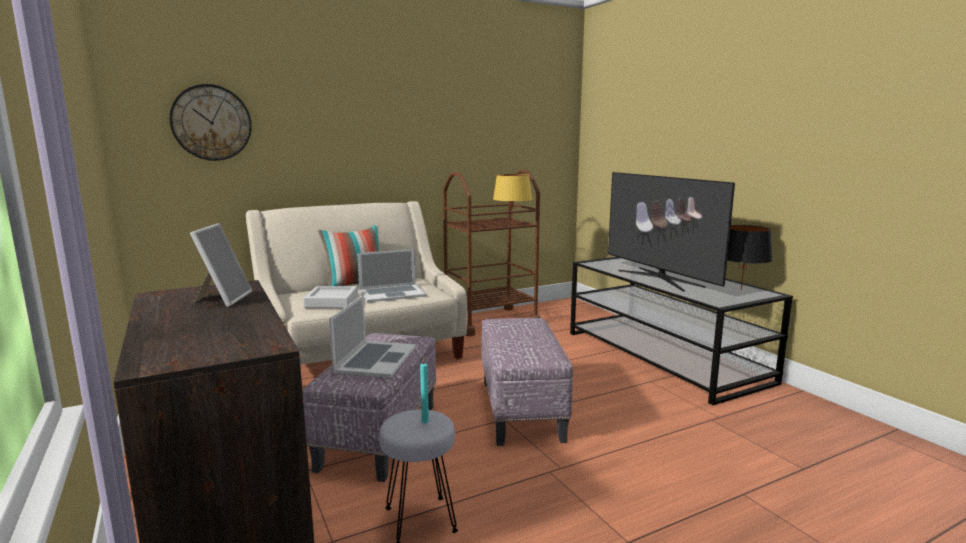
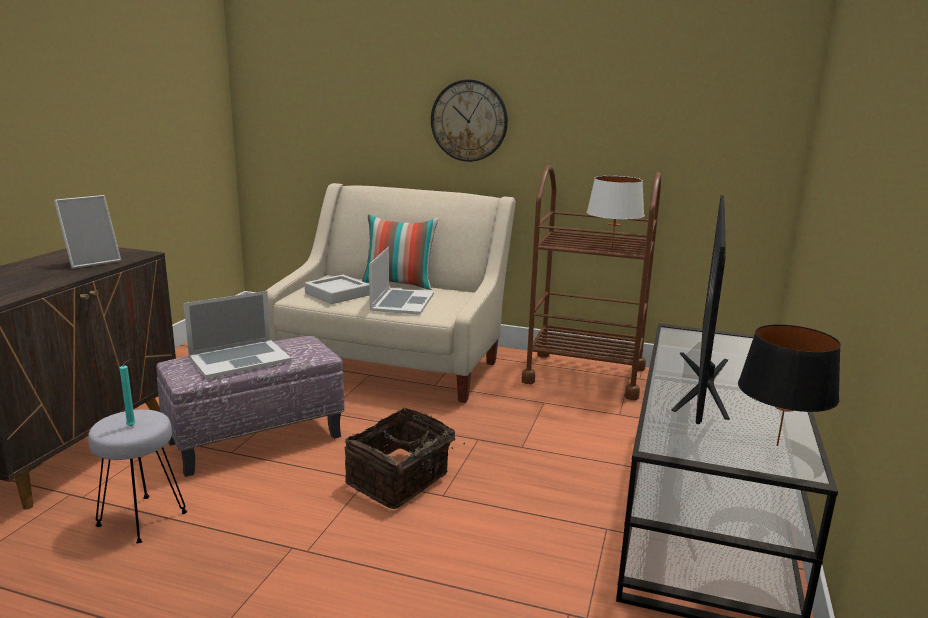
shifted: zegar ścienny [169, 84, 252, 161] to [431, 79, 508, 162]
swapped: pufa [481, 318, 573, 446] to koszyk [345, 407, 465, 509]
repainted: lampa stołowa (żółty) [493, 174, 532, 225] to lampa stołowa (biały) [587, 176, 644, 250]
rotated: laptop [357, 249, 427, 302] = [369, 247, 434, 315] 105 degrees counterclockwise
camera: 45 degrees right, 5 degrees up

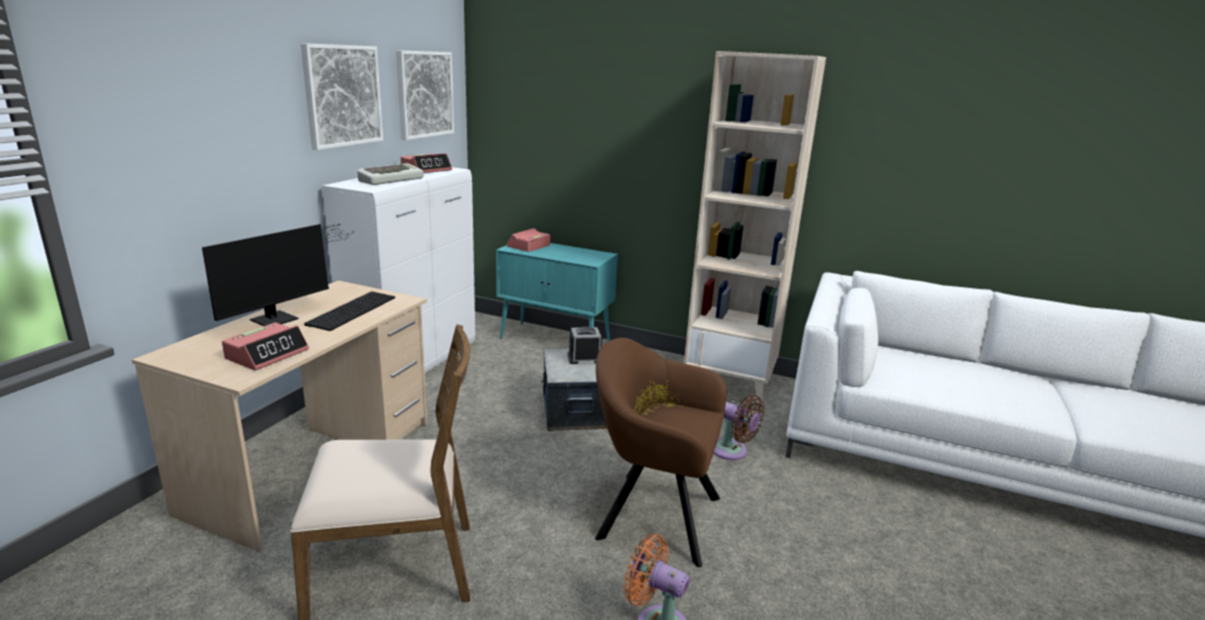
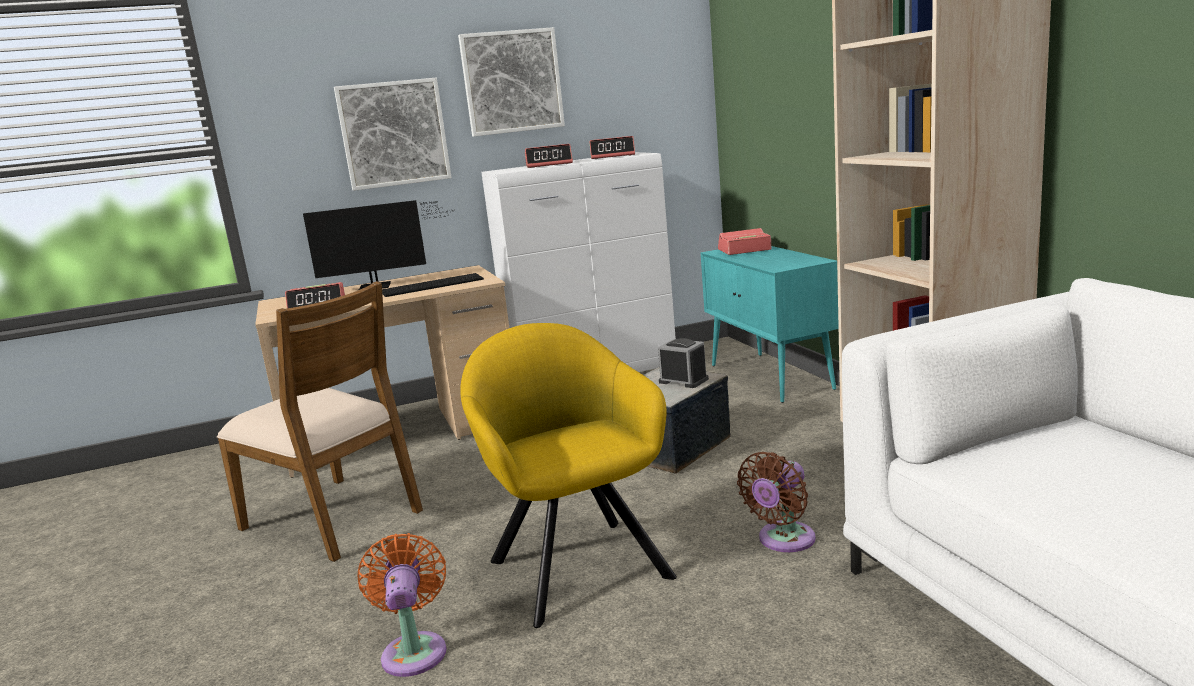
shifted: obraz [396, 50, 454, 140] to [334, 78, 452, 191]
swapped: klawiatura [357, 163, 424, 185] to budzik [525, 144, 573, 168]
repainted: fotel (brązowy) [595, 338, 727, 567] to fotel (żółty) [460, 323, 677, 628]
rotated: wentylator (brązowy) [714, 395, 764, 460] = [737, 452, 816, 552] 45 degrees clockwise
camera: 50 degrees right, 5 degrees down

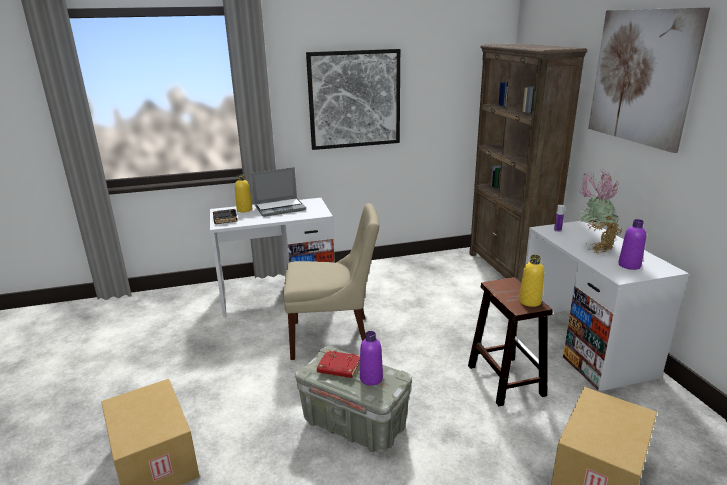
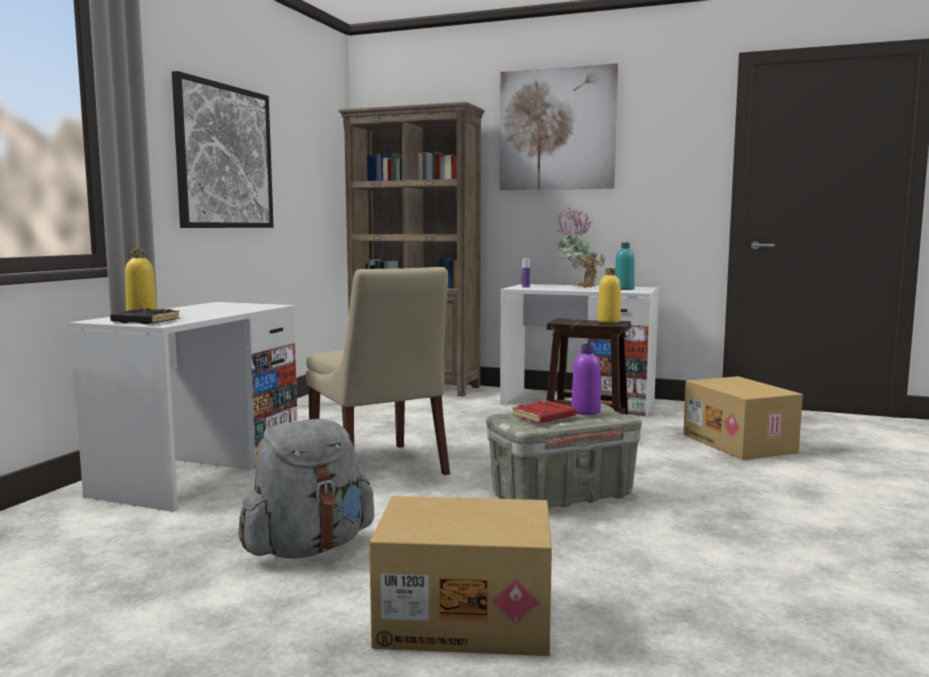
gone: laptop [251, 167, 306, 217]
new: plecak (szary) [238, 419, 374, 559]
repainted: butelka (fioletowy) [618, 219, 646, 270] to butelka (turkusowy) [615, 242, 635, 290]
rotated: krzesło (beżowy) [283, 203, 379, 360] = [306, 267, 450, 475] 120 degrees clockwise
camera: 55 degrees left, 15 degrees down

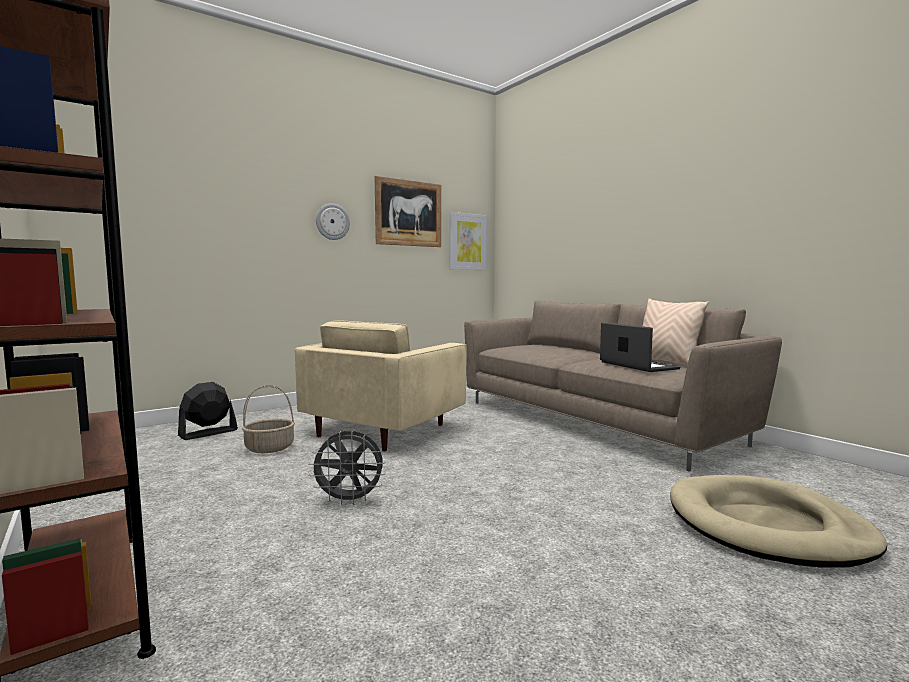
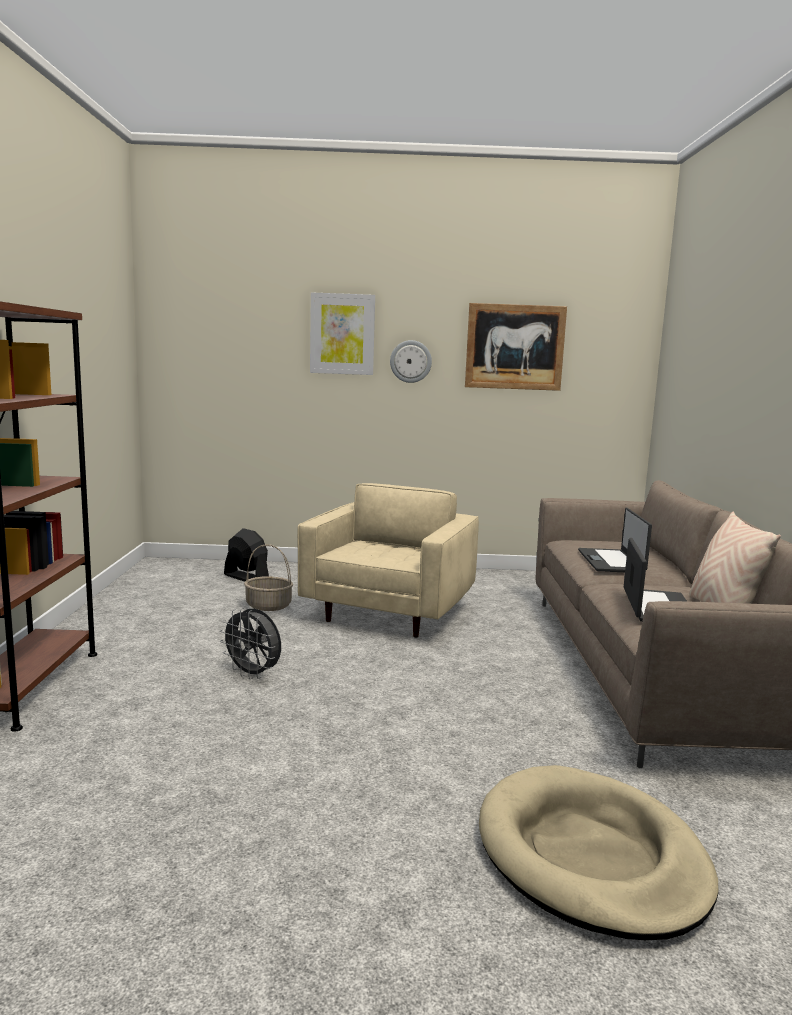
new: laptop [578, 508, 652, 572]
shifted: obraz [449, 212, 487, 270] to [310, 292, 375, 375]
rotated: wentylator (czarny) [178, 382, 238, 440] = [224, 528, 269, 582] 45 degrees clockwise; fotel (beżowy) [295, 320, 467, 452] = [297, 483, 479, 638] 135 degrees clockwise
camera: 35 degrees right, 5 degrees up

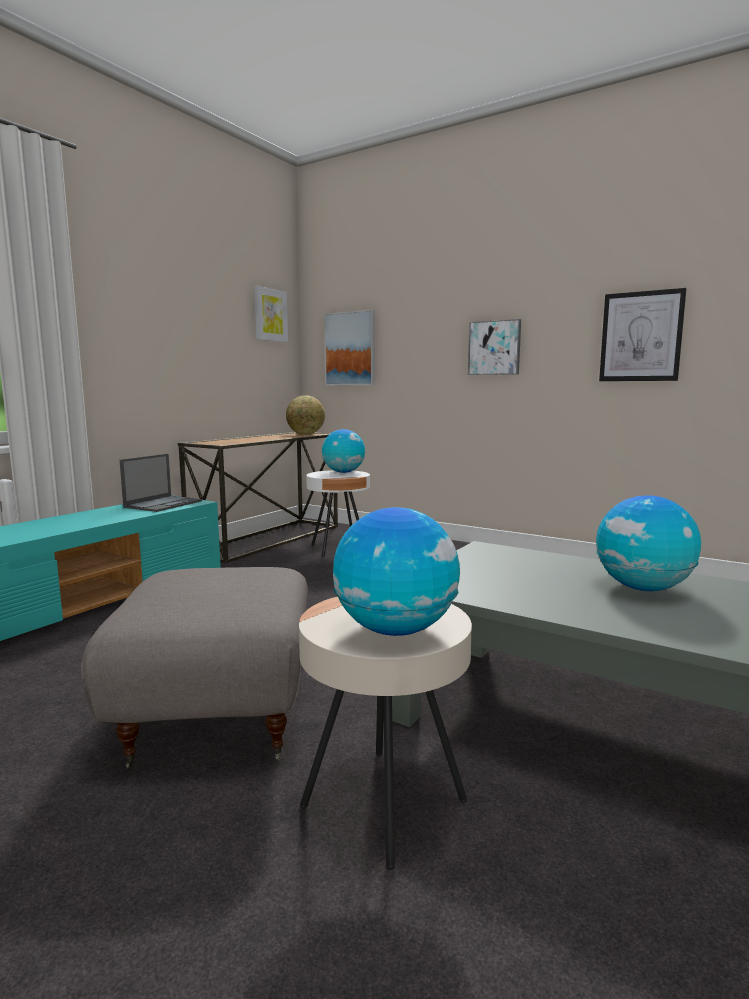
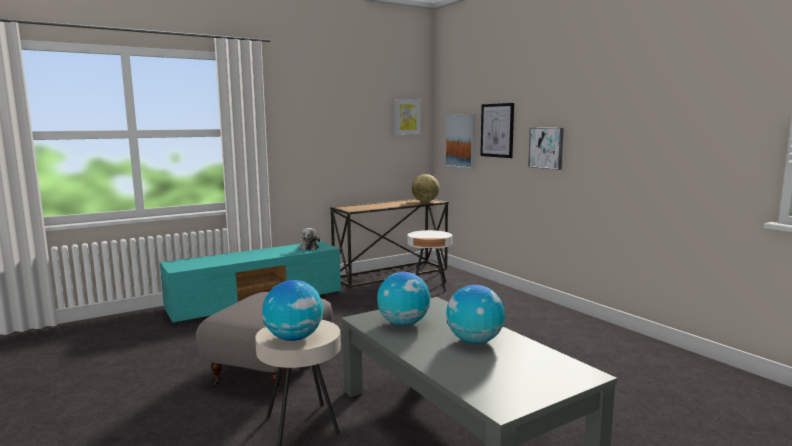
shifted: globus [322, 429, 365, 473] to [377, 272, 430, 326]; obraz [599, 288, 686, 381] to [480, 103, 514, 158]
swapped: laptop [120, 454, 202, 512] to pluszak [299, 228, 320, 250]
camera: 25 degrees right, 0 degrees up

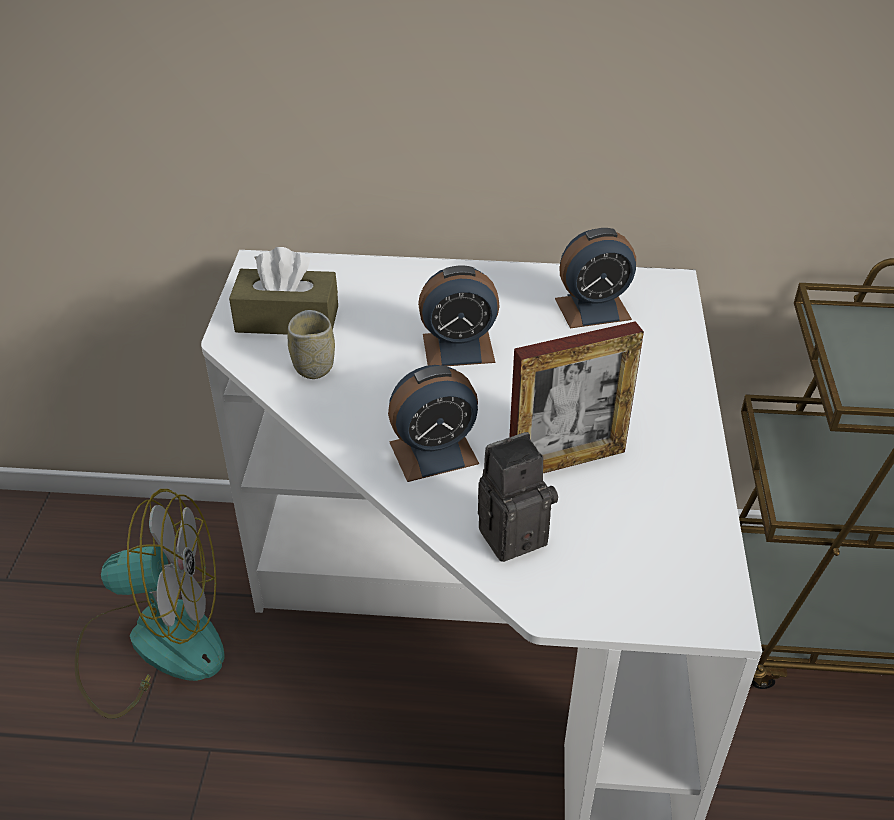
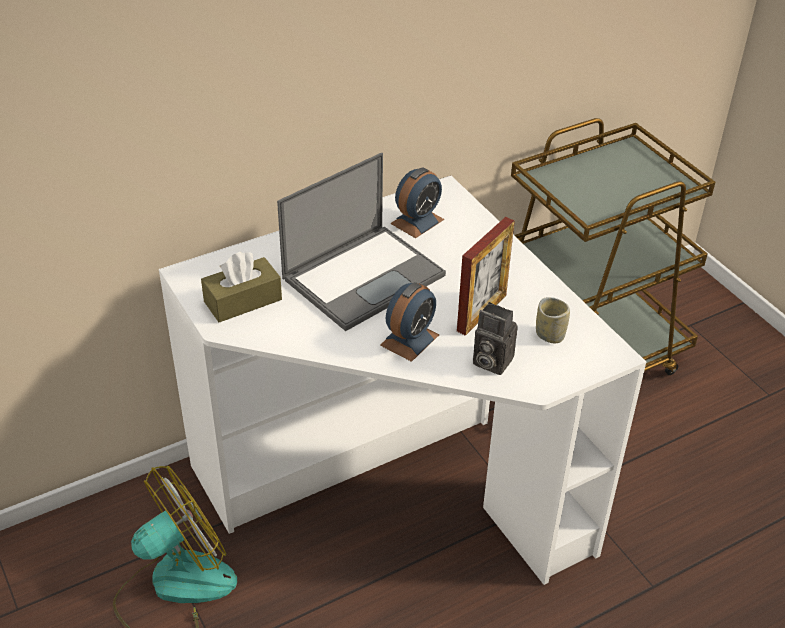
shifted: filiżanka [288, 310, 335, 379] to [536, 297, 570, 343]
swapped: budzik [418, 266, 500, 366] to laptop [277, 153, 446, 331]
rotated: aparat fotograficzny [478, 432, 558, 562] = [473, 302, 518, 375] 90 degrees counterclockwise
camera: 35 degrees left, 0 degrees up

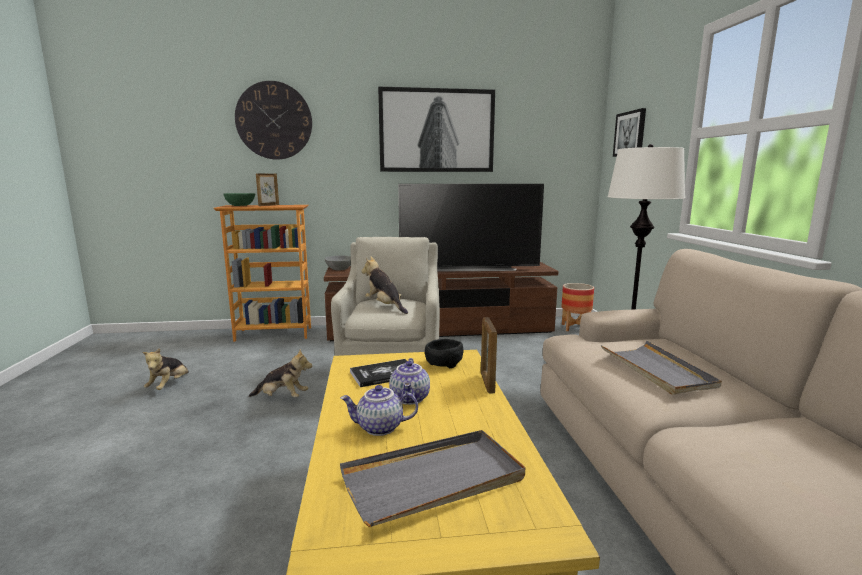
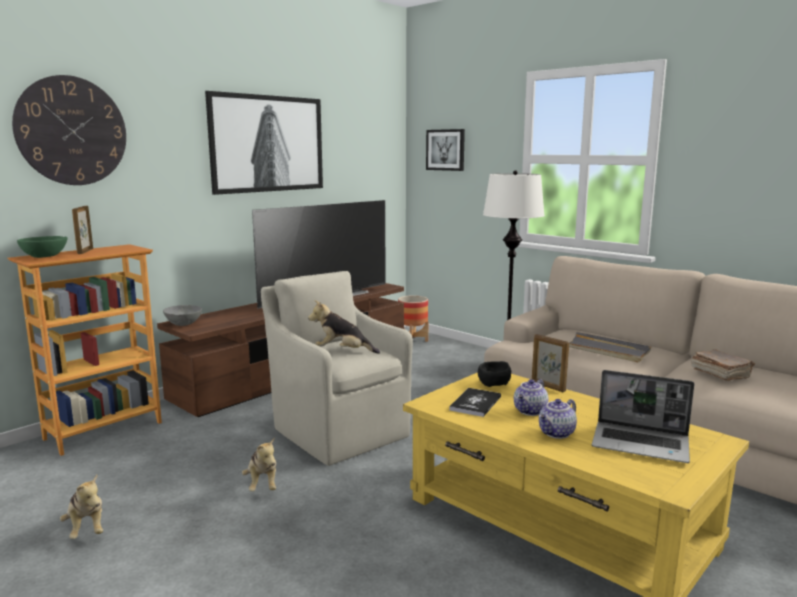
new: książka (brązowy) [691, 350, 755, 381]
swapped: taca (szary) [340, 430, 525, 527] to laptop [592, 370, 694, 463]
rotated: pluszak [249, 349, 312, 398] = [242, 438, 276, 492] 105 degrees clockwise; imbryk [389, 358, 430, 405] = [514, 379, 548, 416] 75 degrees clockwise
camera: 40 degrees left, 0 degrees up

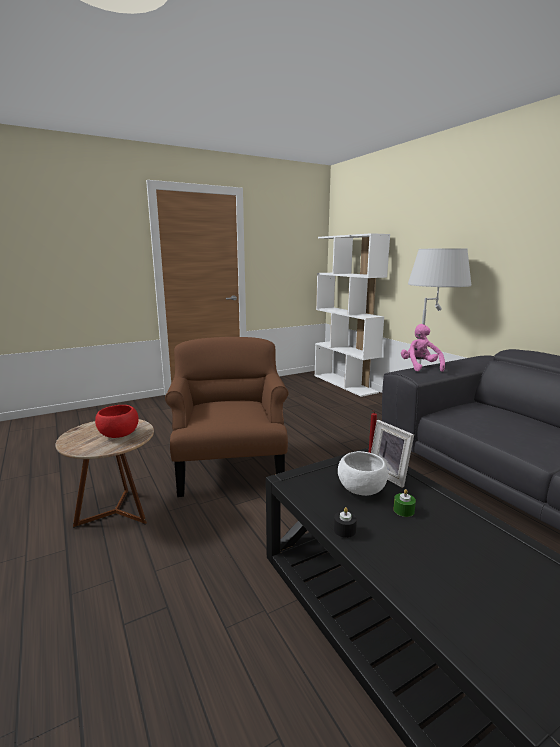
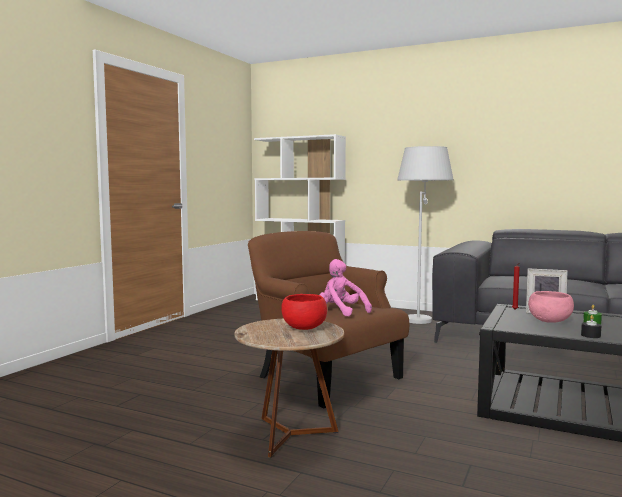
shifted: pluszak (różowy) [401, 324, 445, 372] to [320, 259, 372, 317]
repainted: miska (biały) [338, 451, 388, 496] to miska (różowy) [528, 291, 574, 323]
camera: 35 degrees left, 10 degrees down

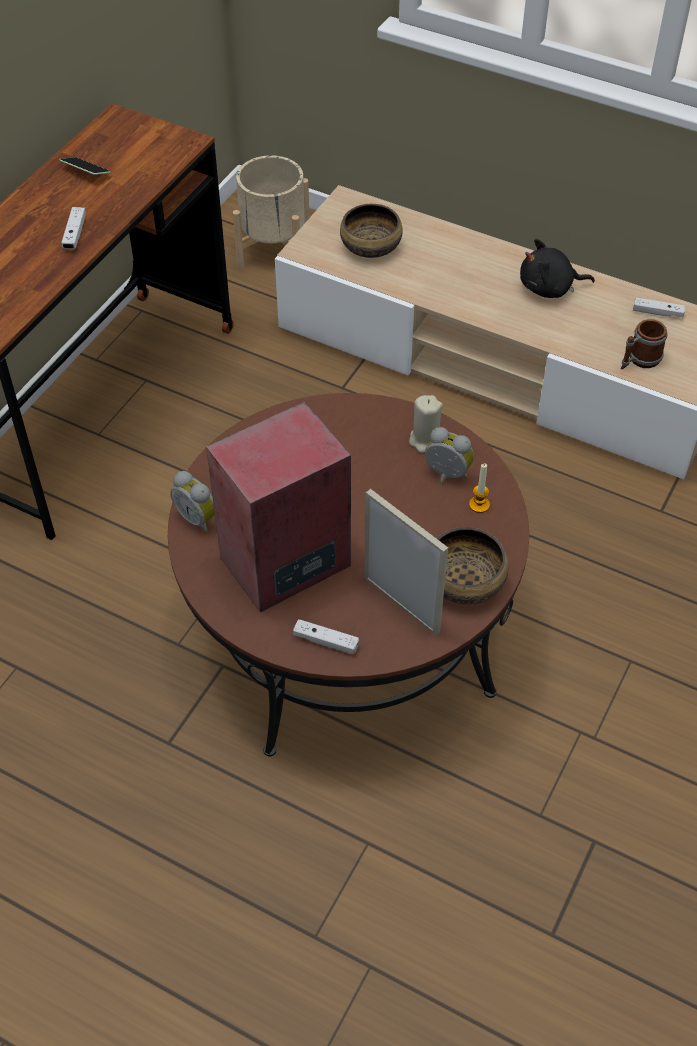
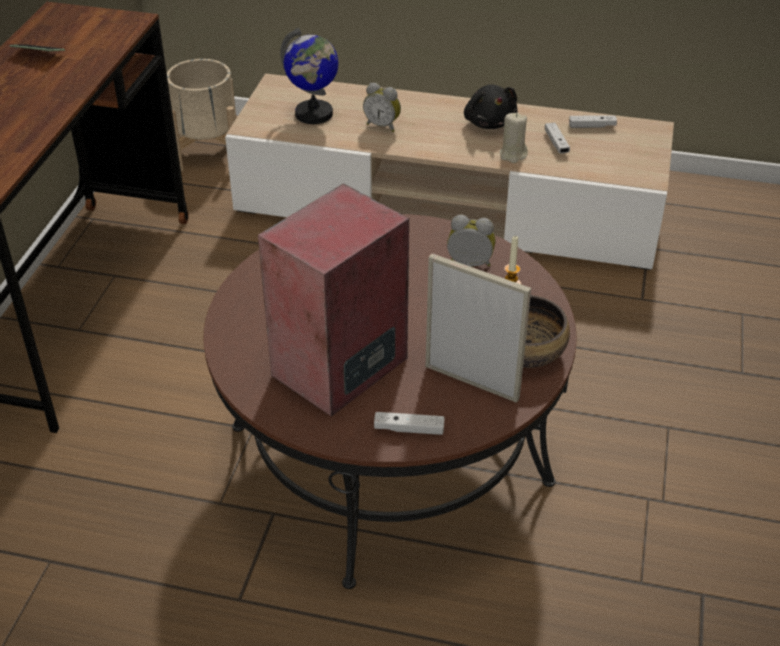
gone: kubek [621, 319, 668, 369]
shifted: pad do gier (biały) [61, 207, 86, 249] to [545, 123, 570, 153]; budzik [170, 471, 215, 533] to [363, 83, 401, 132]; świeca (beżowy) [409, 395, 443, 453] to [500, 113, 528, 163]
swapped: miska [340, 204, 403, 258] to globus [280, 28, 339, 124]
rotated: pluszak (czarny) [520, 239, 595, 298] = [464, 84, 517, 129] 90 degrees counterclockwise
camera: 15 degrees left, 10 degrees down

